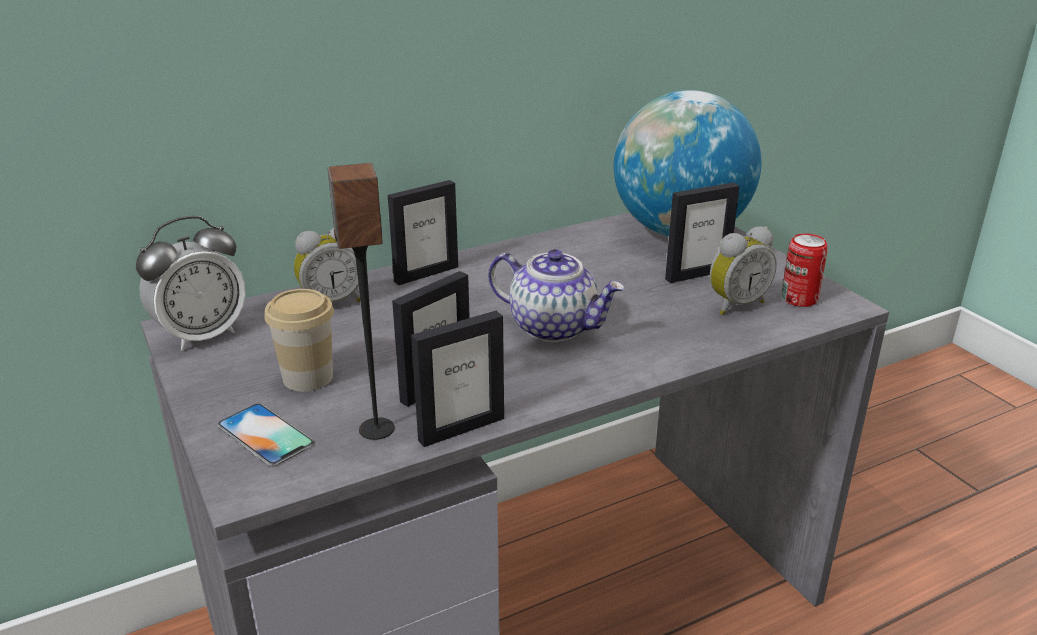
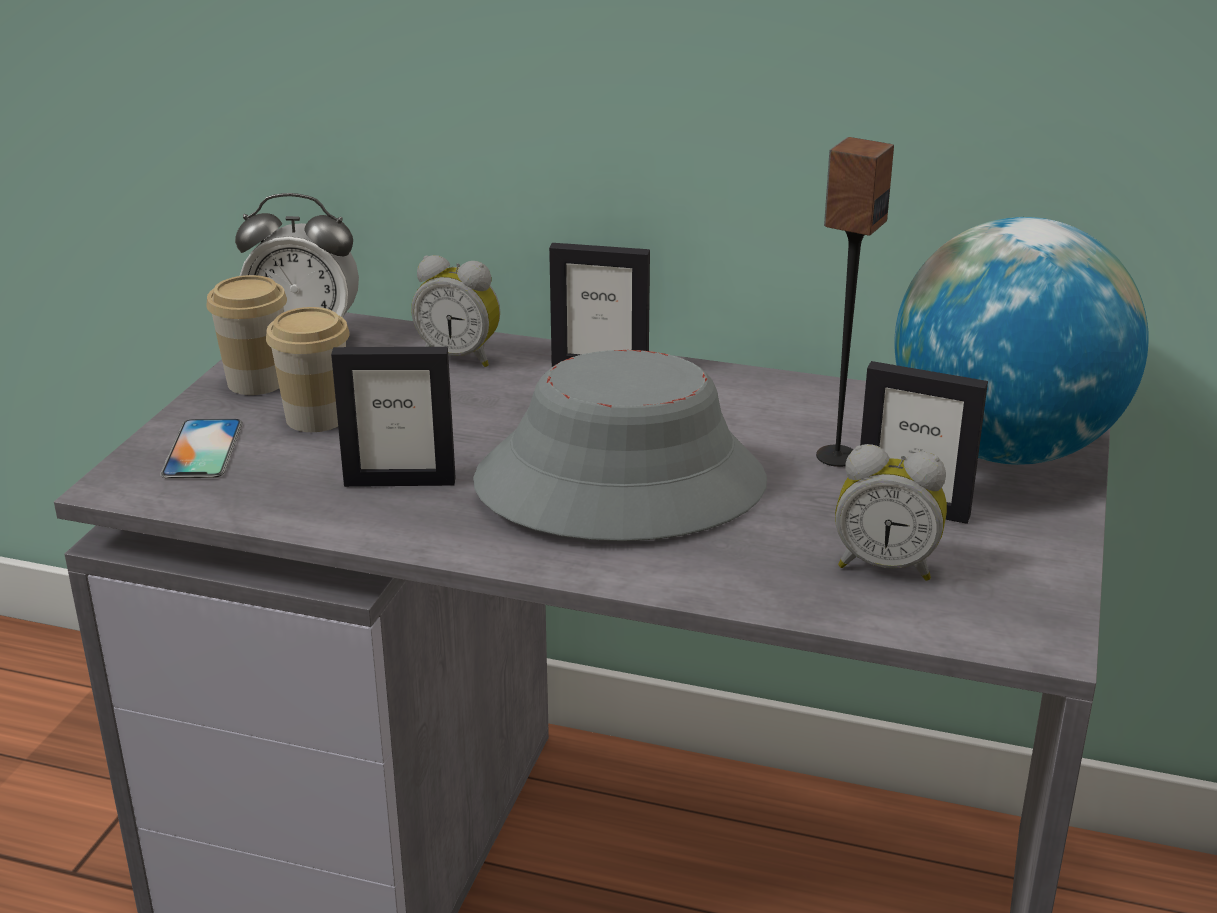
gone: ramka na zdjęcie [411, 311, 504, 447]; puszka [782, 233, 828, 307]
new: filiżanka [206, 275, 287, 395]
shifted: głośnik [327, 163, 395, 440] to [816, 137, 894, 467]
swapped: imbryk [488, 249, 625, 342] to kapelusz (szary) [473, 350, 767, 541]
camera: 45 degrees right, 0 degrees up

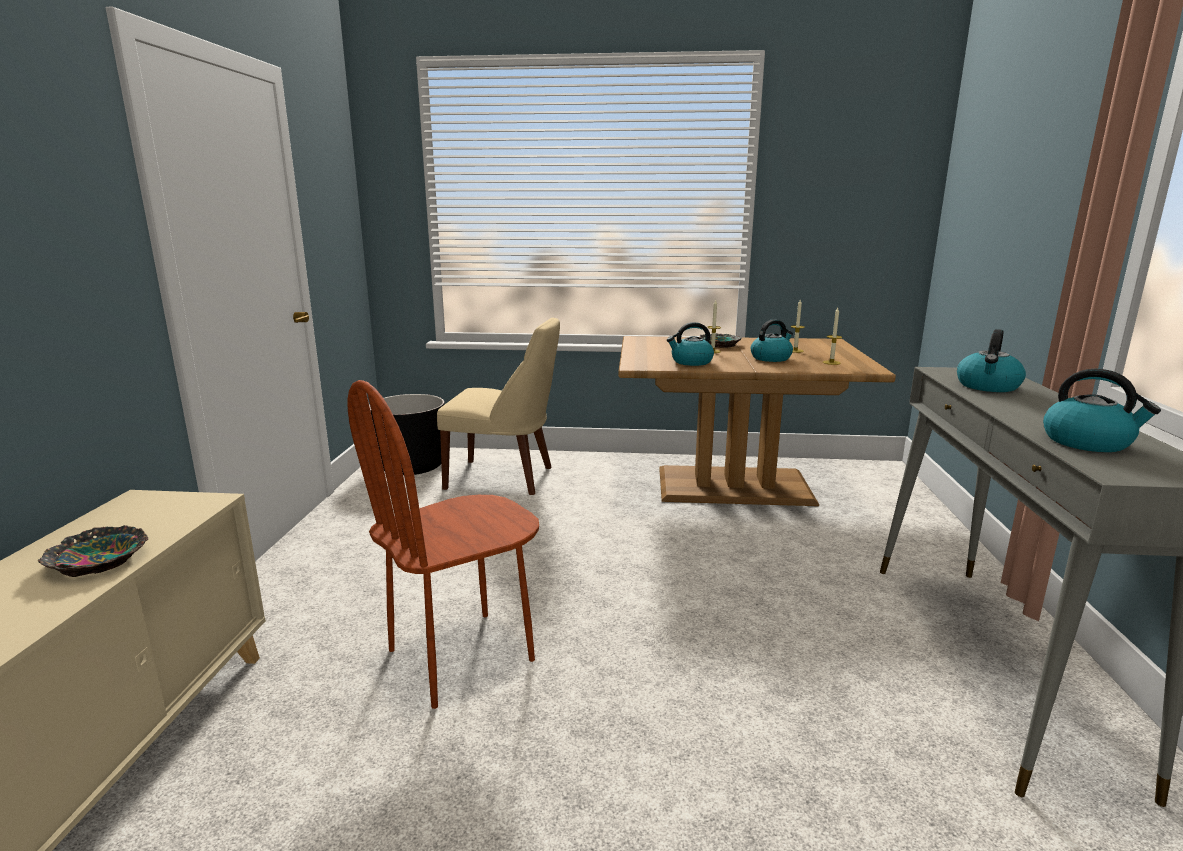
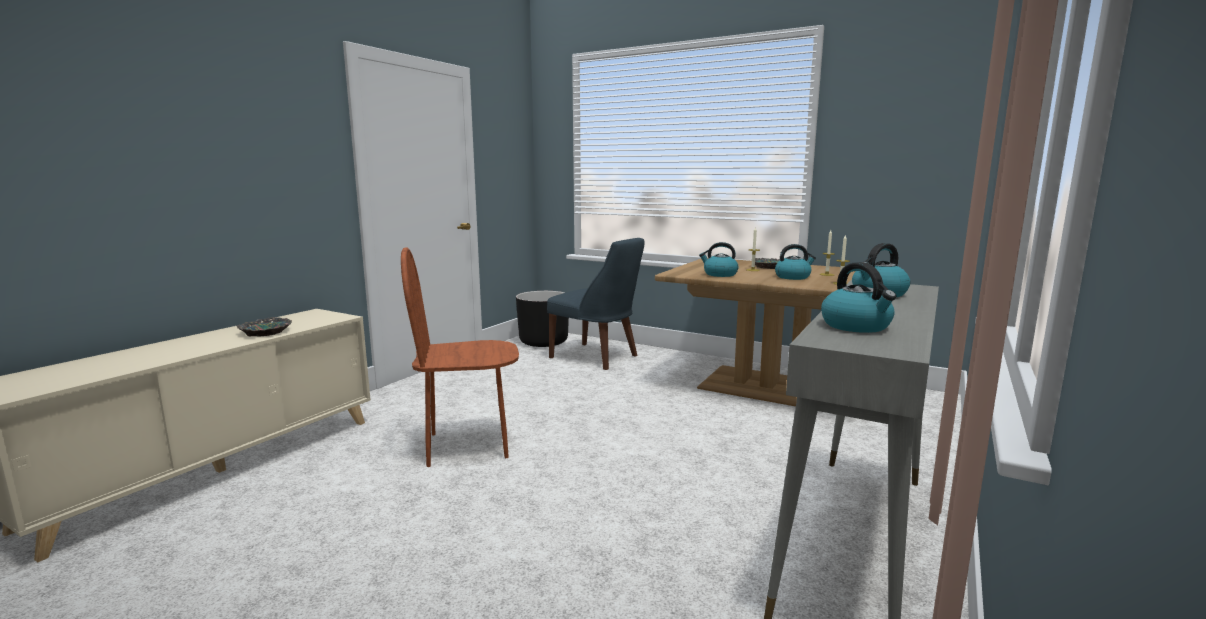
repainted: krzesło (beżowy) [437, 317, 560, 495] to krzesło (niebieski) [547, 238, 645, 370]
camera: 25 degrees right, 5 degrees down

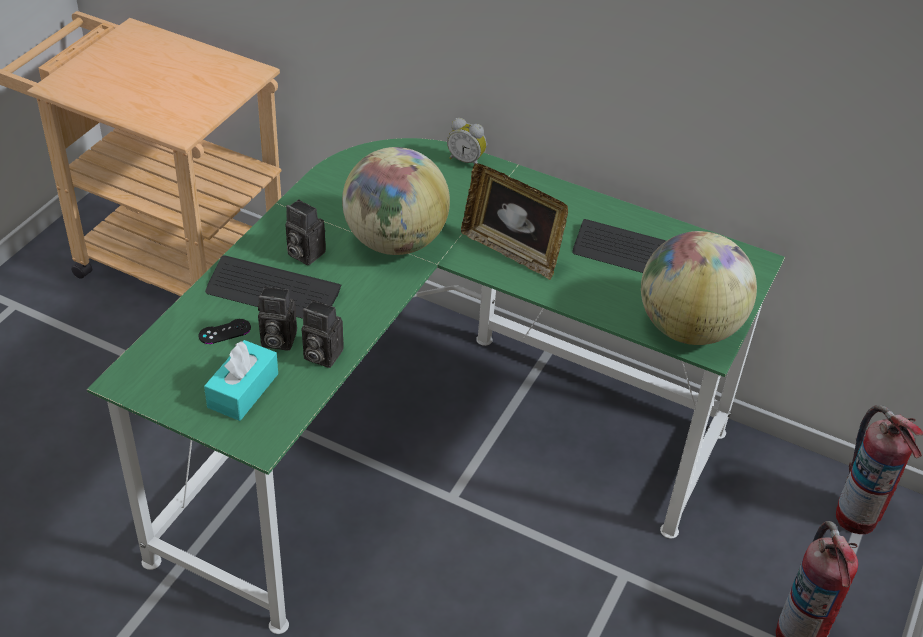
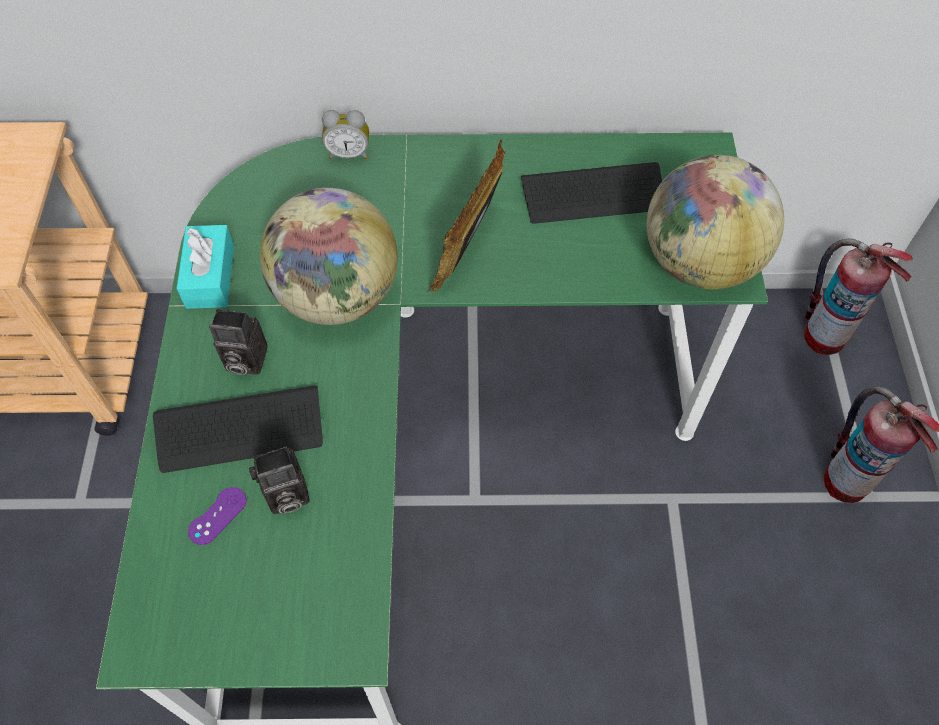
gone: aparat fotograficzny [302, 300, 344, 368]
shifted: pudełko chusteczek (turkusowy) [204, 340, 278, 421] to [177, 225, 234, 309]
repainted: pad do gier (czarny) [198, 319, 251, 344] to pad do gier (fioletowy) [188, 487, 247, 545]
rotated: ramka na zdjęcie [461, 163, 568, 280] = [428, 139, 506, 292] 105 degrees clockwise
camera: 25 degrees left, 15 degrees up

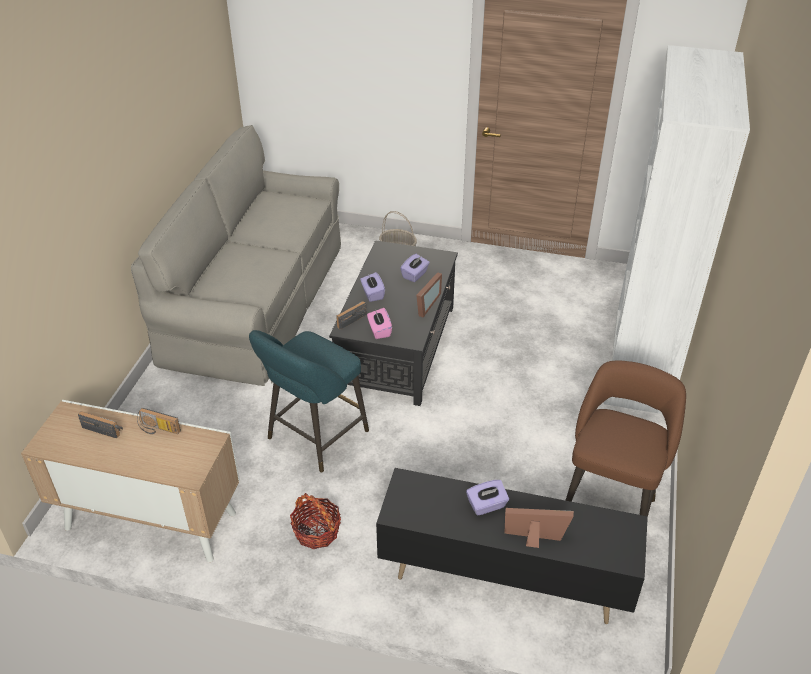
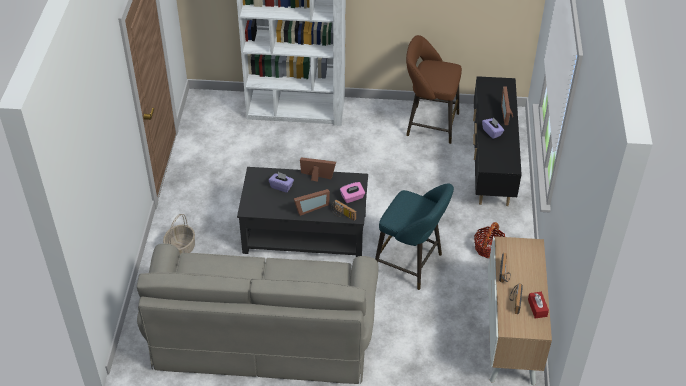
new: pudełko chusteczek (czerwony) [528, 292, 549, 318]
swapped: pudełko chusteczek (fioletowy) [360, 272, 385, 302] to ramka na zdjęcie [294, 189, 330, 216]
camera: 100 degrees left, 5 degrees up

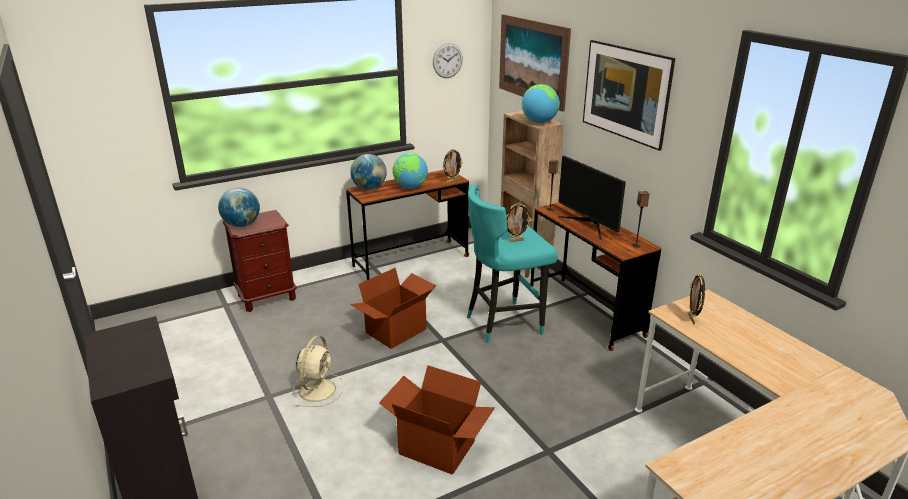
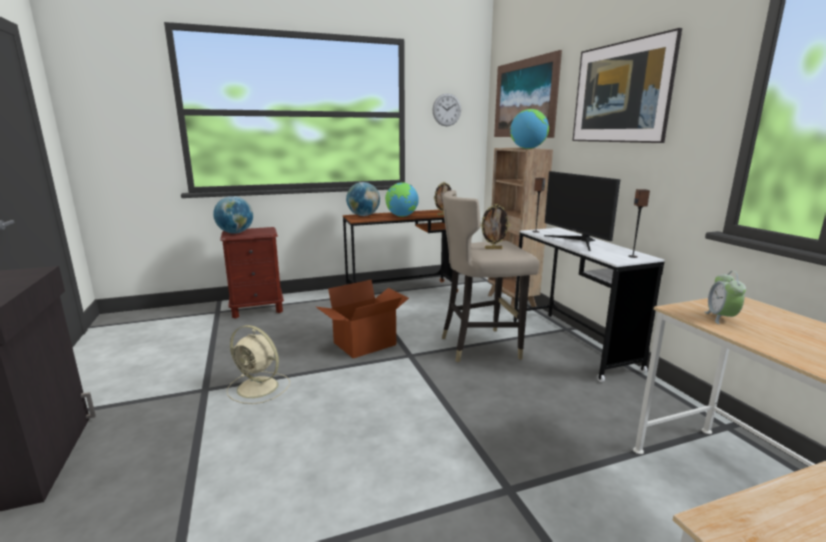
gone: karton [379, 365, 495, 475]
swapped: ramka na zdjęcie [688, 273, 705, 325] to budzik [704, 271, 746, 324]
repainted: stołek (turkusowy) [467, 184, 558, 343] to stołek (beżowy) [442, 190, 539, 362]; biurko (brązowy) [530, 203, 661, 351] to biurko (biały) [514, 228, 664, 382]
rotated: wentylator (beżowy) [293, 336, 344, 407] = [227, 325, 290, 404] 90 degrees clockwise
camera: 10 degrees right, 10 degrees down

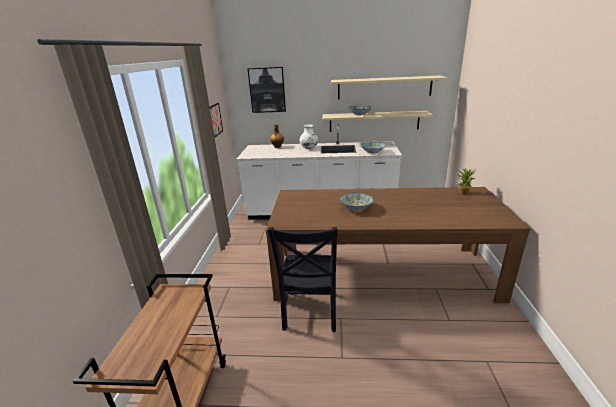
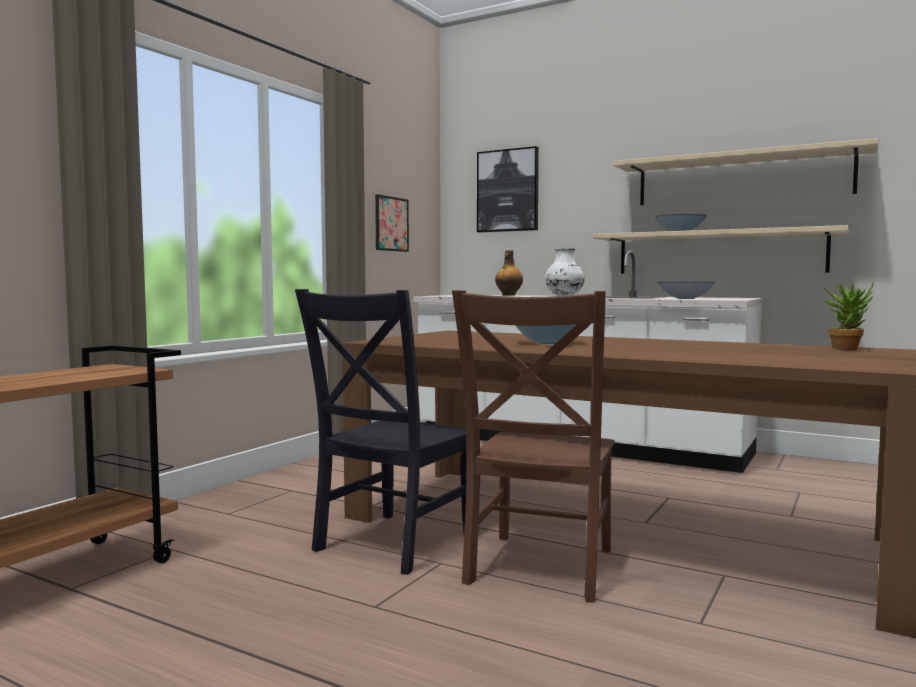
new: krzesło (brązowy) [452, 290, 615, 603]
camera: 25 degrees right, 20 degrees down

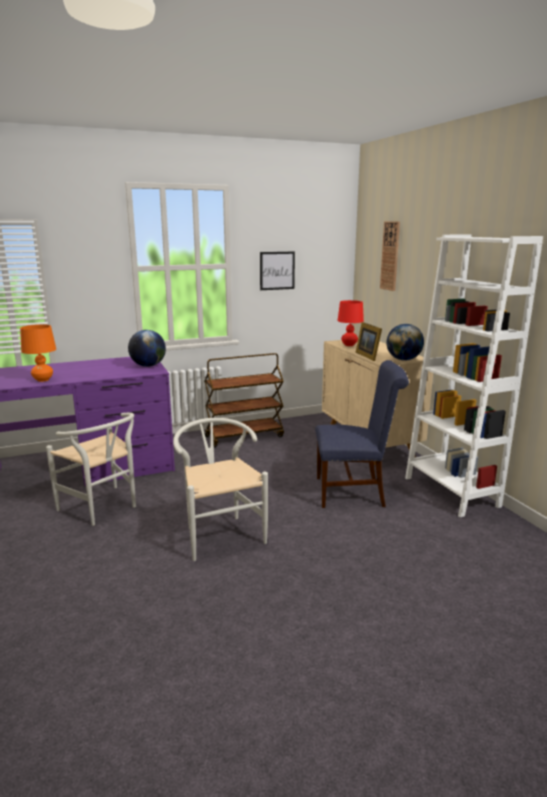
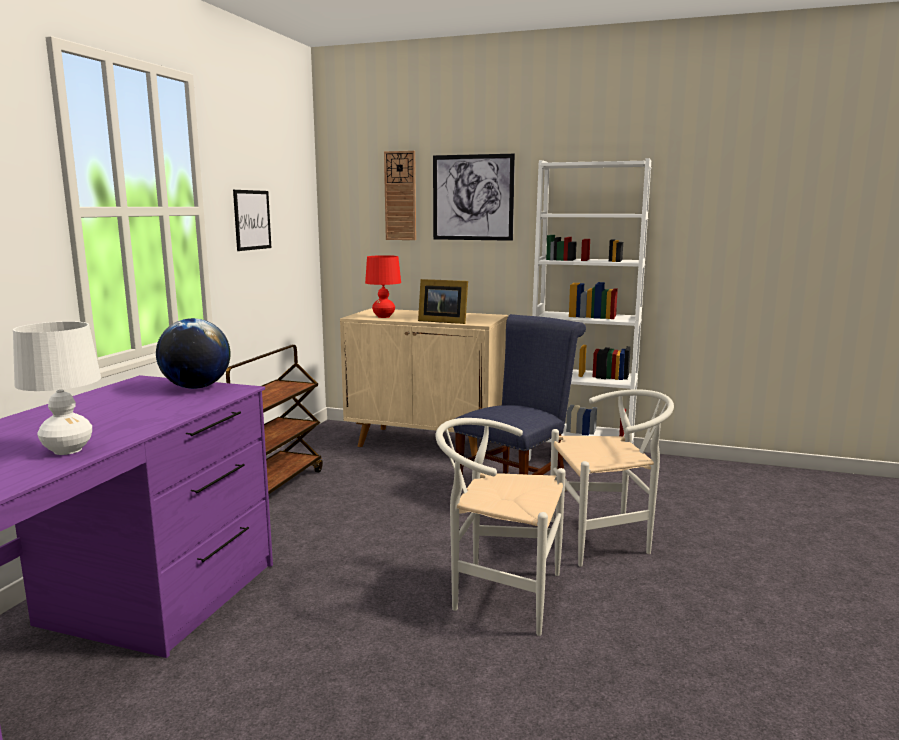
gone: globus [386, 324, 424, 361]
new: obraz [433, 154, 515, 241]
shifted: krzesło (biały) [46, 413, 136, 526] to [550, 389, 674, 567]
repainted: lampa stołowa (pomarańczowy) [20, 324, 56, 382] to lampa stołowa (biały) [13, 321, 101, 455]
camera: 50 degrees left, 5 degrees down

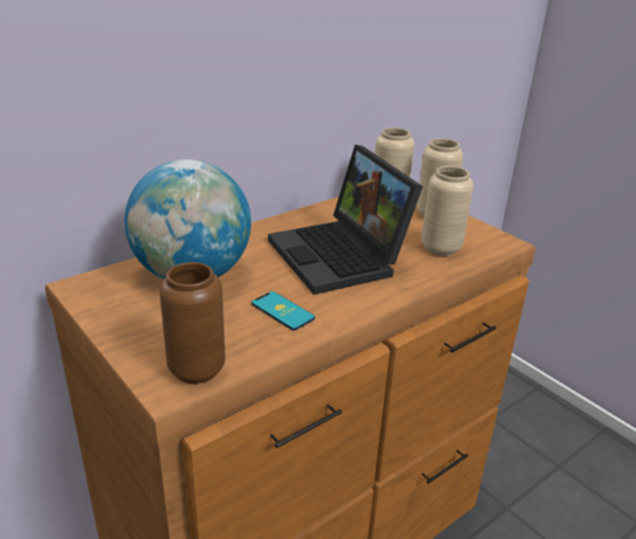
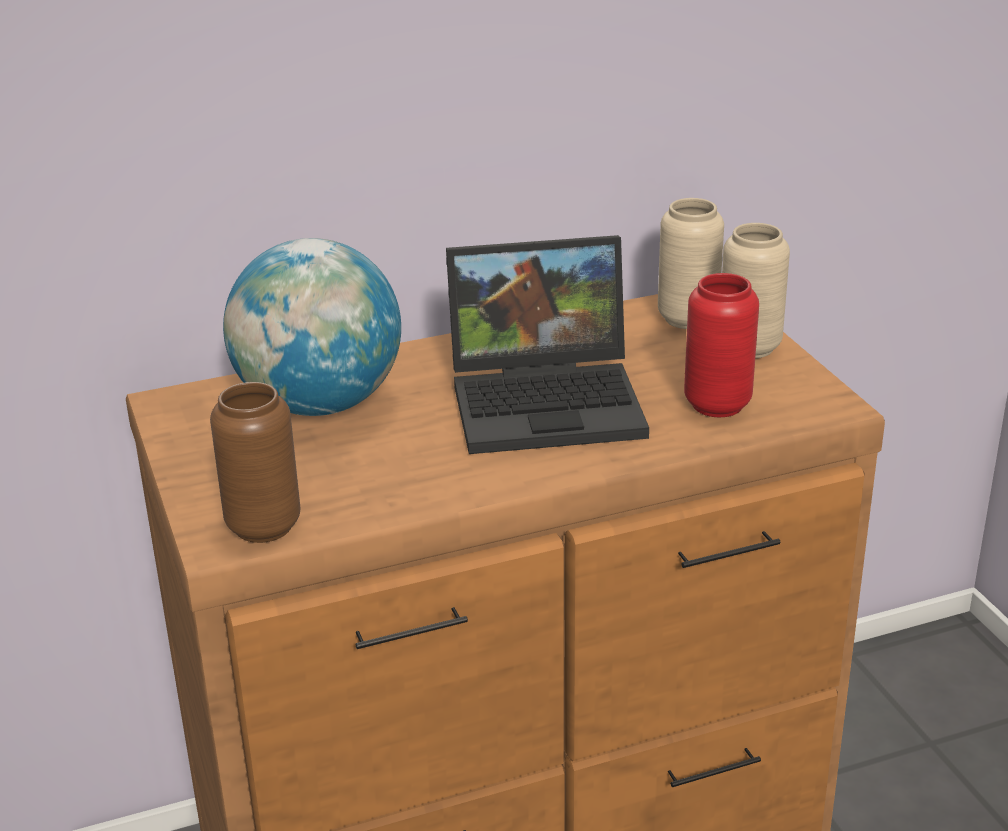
gone: telefon [251, 291, 315, 331]
repainted: wazon (beżowy) [421, 166, 474, 256] to wazon (czerwony) [684, 273, 759, 417]
rotated: laptop [268, 145, 423, 295] = [446, 235, 649, 454] 90 degrees counterclockwise
camera: 20 degrees right, 0 degrees up

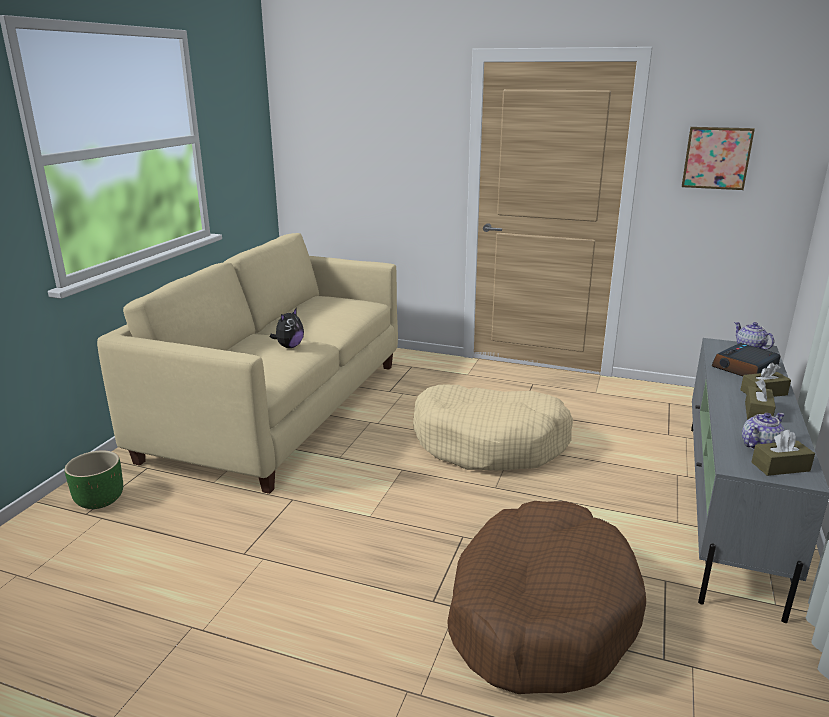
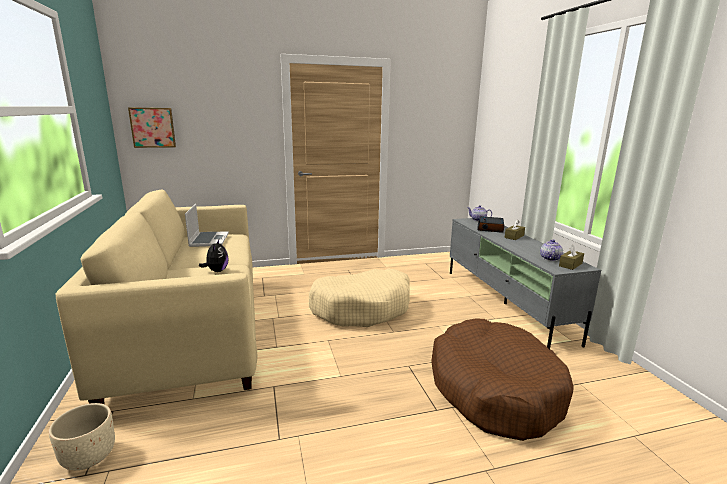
gone: pudełko chusteczek (brązowy) [745, 379, 776, 419]
new: laptop [185, 204, 229, 247]
shifted: obraz [682, 127, 755, 190] to [128, 107, 176, 148]
repainted: donica (zielony) [65, 450, 123, 509] to donica (beżowy) [49, 403, 115, 470]
camera: 35 degrees left, 5 degrees down

